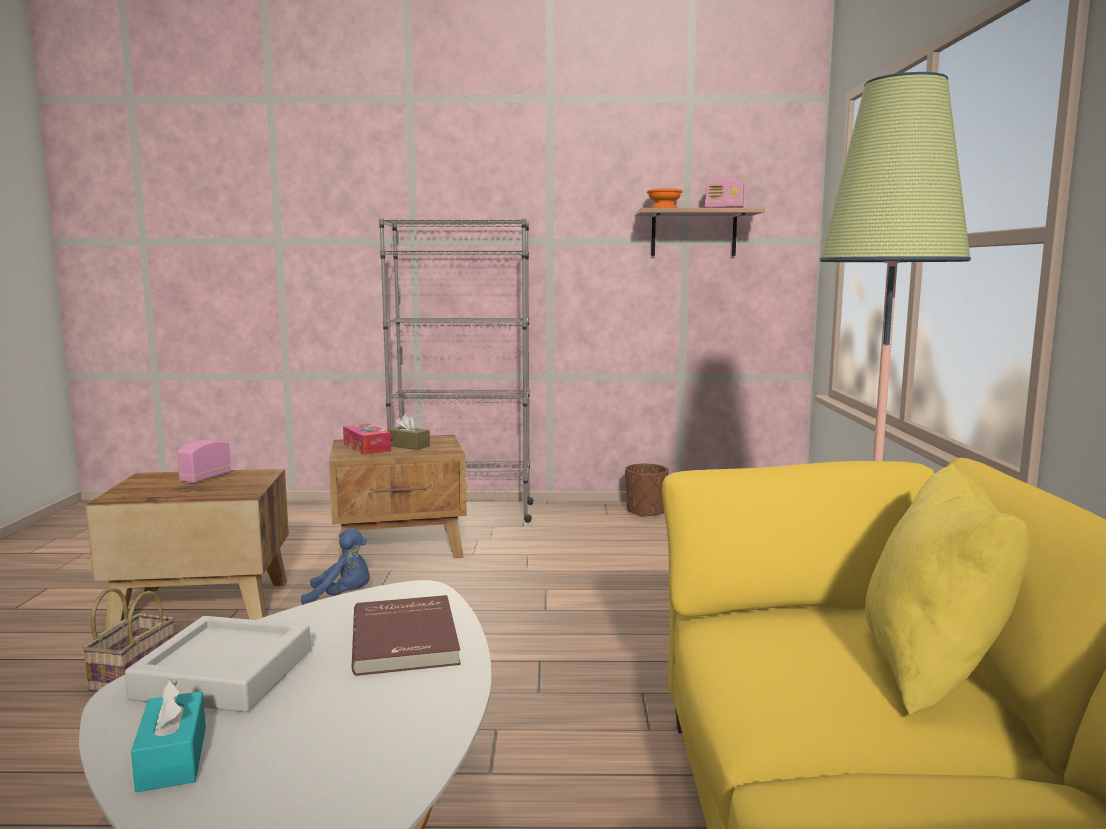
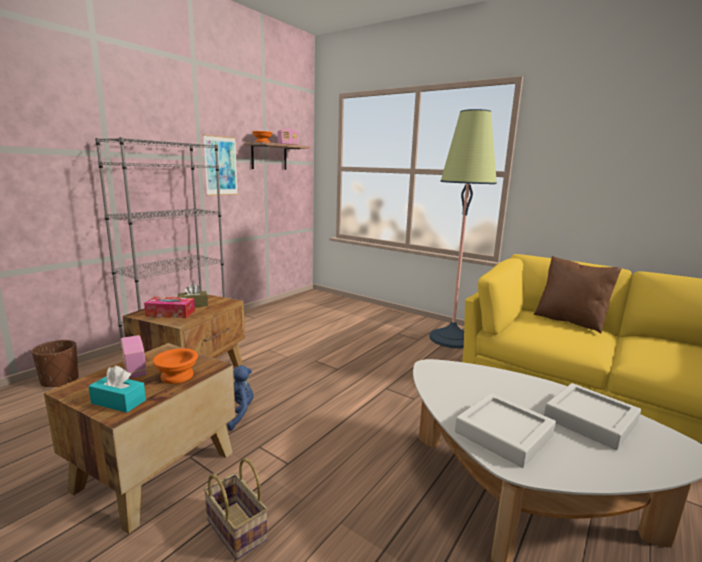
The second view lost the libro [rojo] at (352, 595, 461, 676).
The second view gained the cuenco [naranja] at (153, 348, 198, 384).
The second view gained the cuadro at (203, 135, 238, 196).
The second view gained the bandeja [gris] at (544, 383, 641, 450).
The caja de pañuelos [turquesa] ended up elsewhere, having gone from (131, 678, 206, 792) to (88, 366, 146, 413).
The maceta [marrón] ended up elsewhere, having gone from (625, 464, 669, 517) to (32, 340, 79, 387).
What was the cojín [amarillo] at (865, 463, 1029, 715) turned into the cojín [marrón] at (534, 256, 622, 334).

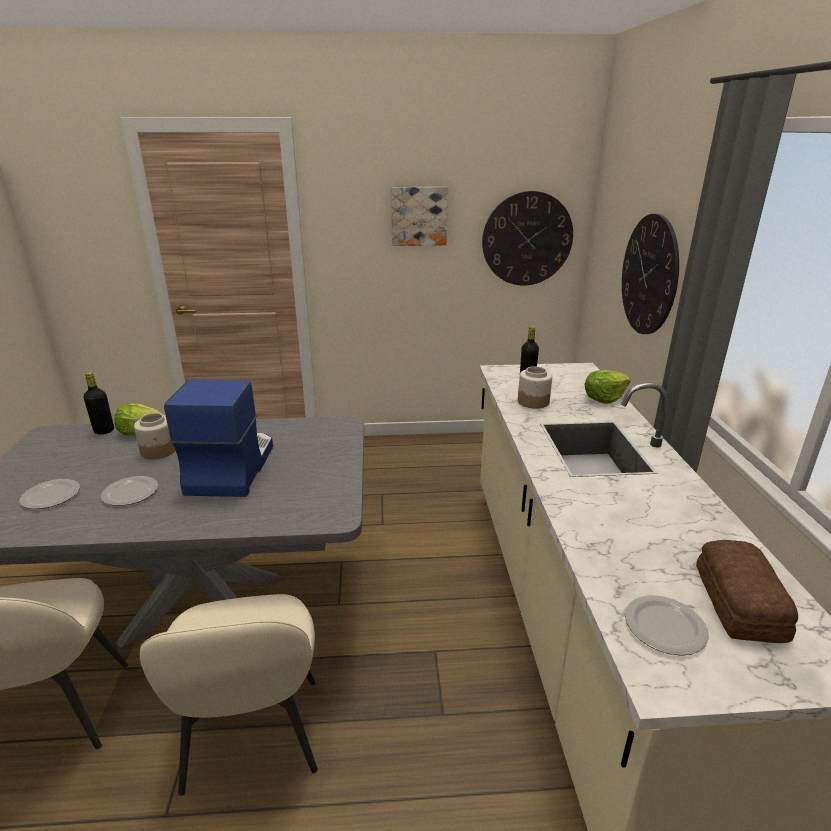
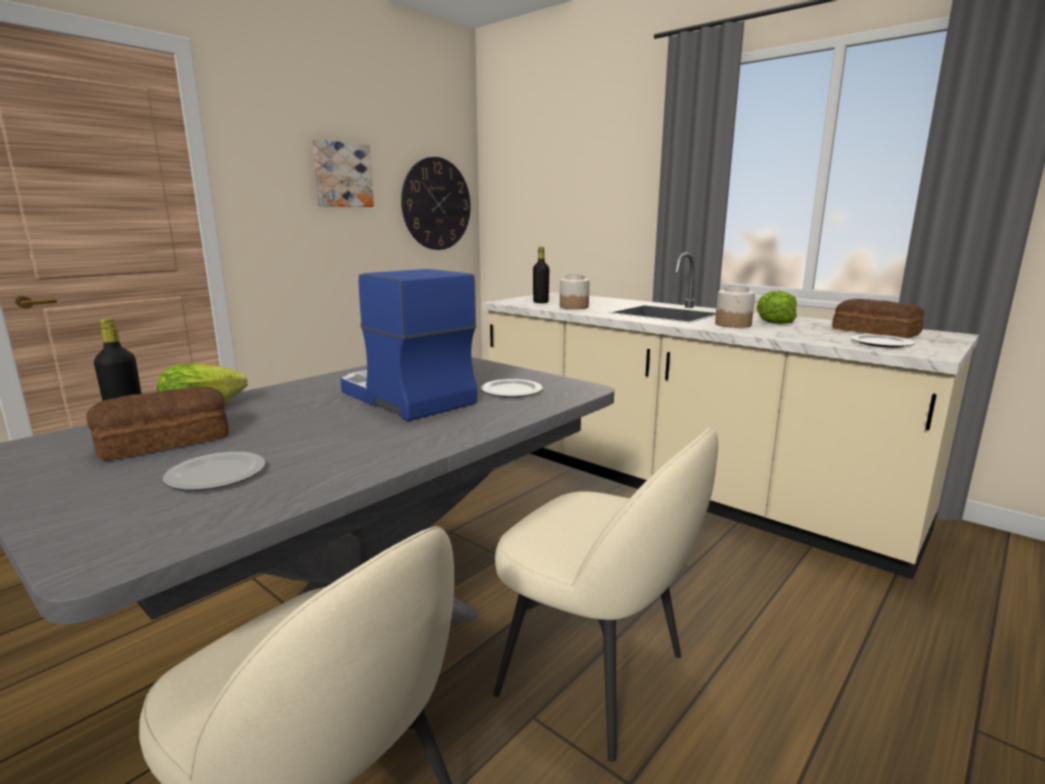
The second view lost the reloj de pared at (622, 214, 679, 334).
The second view gained the pan at (87, 386, 229, 461).
The plato ended up elsewhere, having gone from (101, 476, 158, 506) to (481, 379, 543, 398).
The tarro ended up elsewhere, having gone from (134, 413, 176, 459) to (715, 285, 755, 328).
The lechuga ended up elsewhere, having gone from (584, 370, 631, 404) to (757, 290, 797, 324).

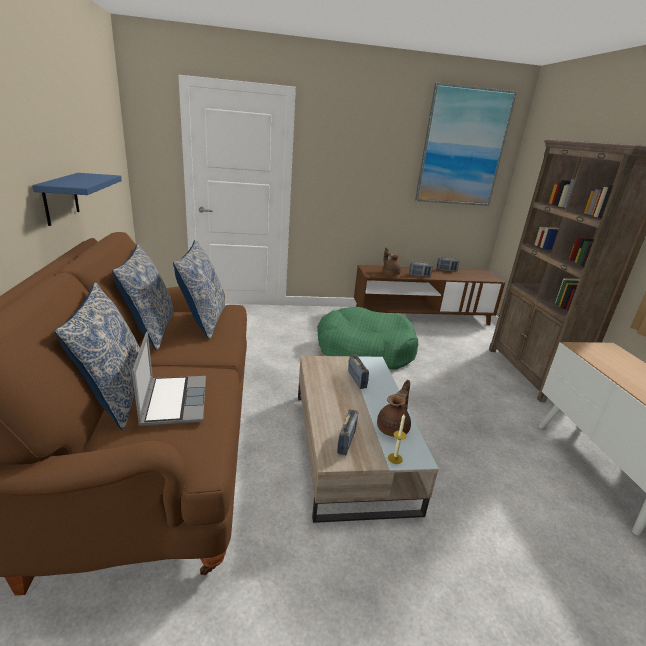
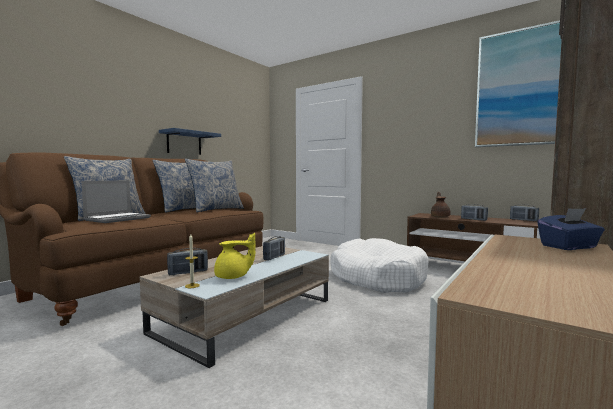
The second view gained the caja de pañuelos [azul] at (538, 208, 605, 250).
What was the cama para perro [verde] at (317, 307, 418, 370) turned into the cama para perro [blanco] at (331, 238, 429, 293).
What was the tetera [marrón] at (377, 380, 411, 437) turned into the tetera [amarillo] at (214, 233, 256, 279).

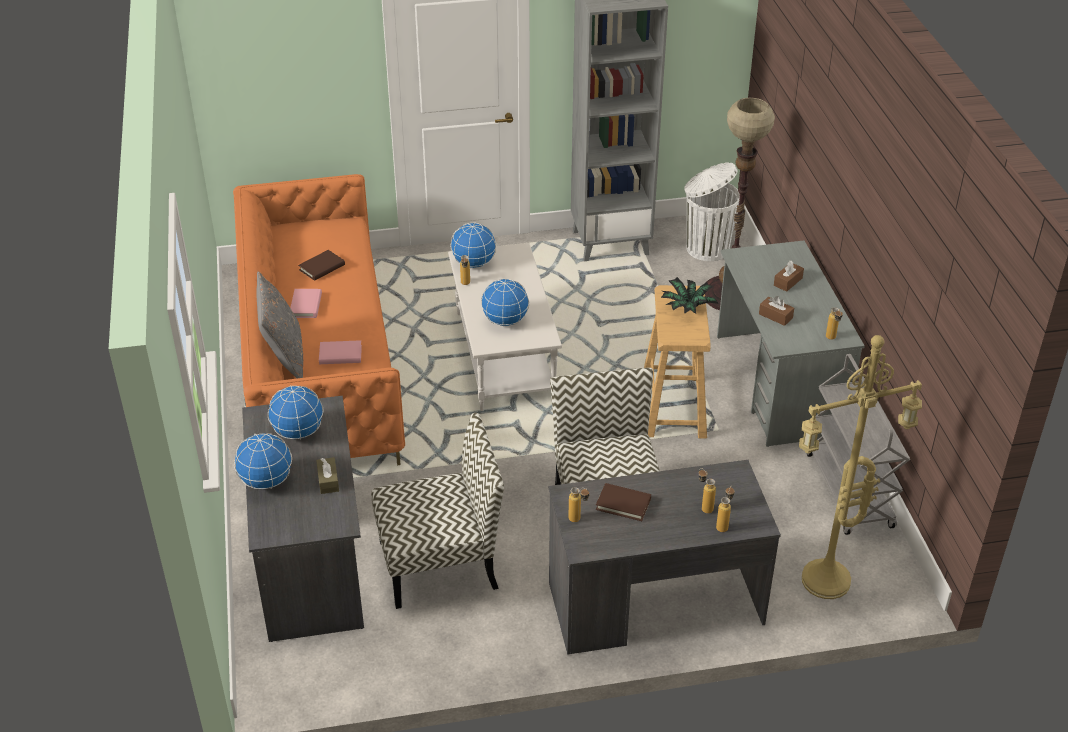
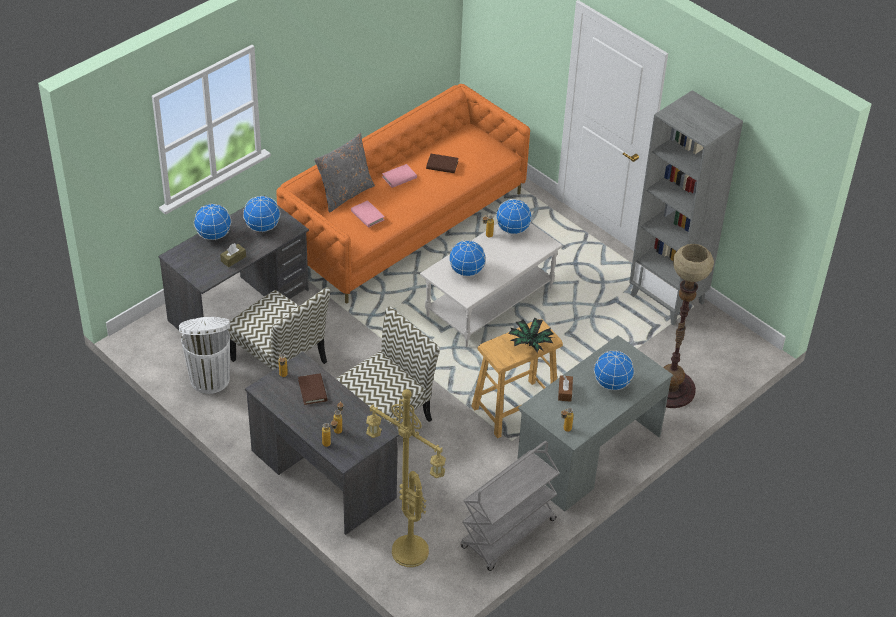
The papelera [blanco] ended up elsewhere, having gone from (684, 162, 740, 261) to (179, 317, 230, 394).
Where the caja de pañuelos [marrón] stood at (774, 261, 804, 292), the globo terráqueo came to stand at (594, 350, 634, 390).

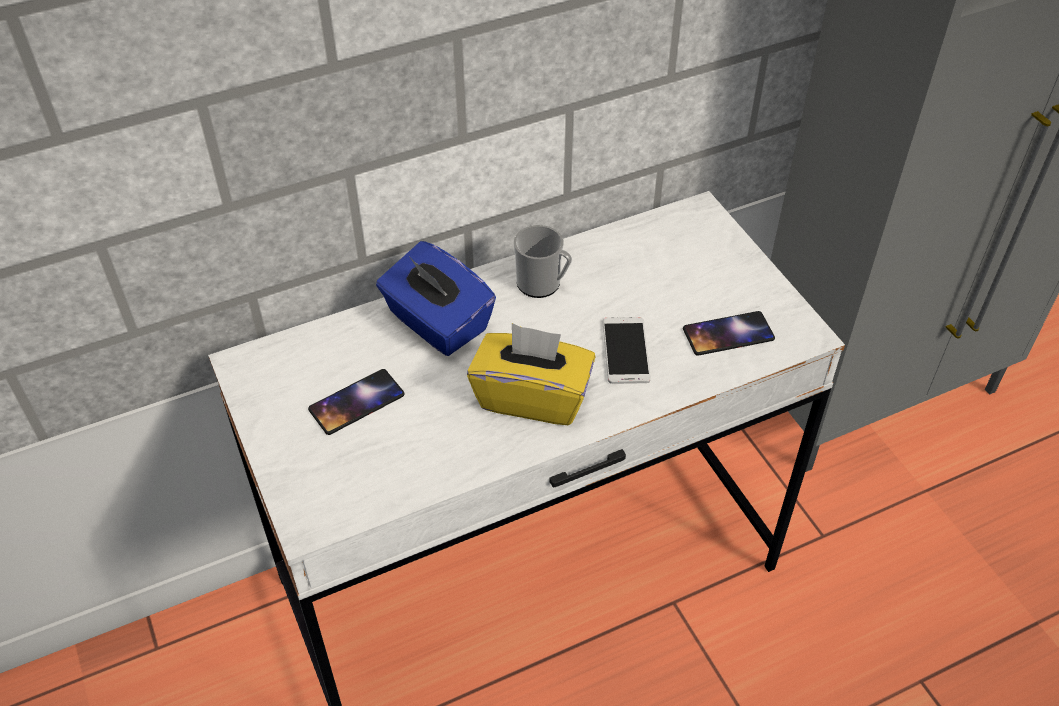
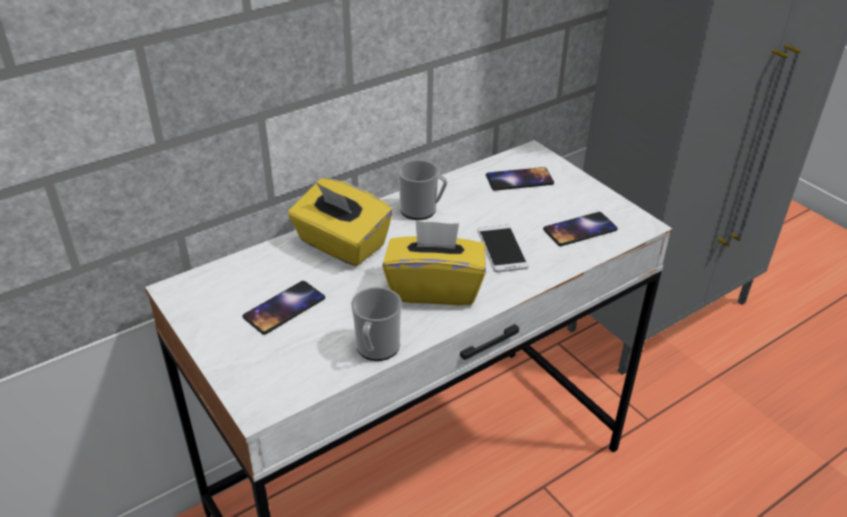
The second view gained the taza grande at (351, 287, 402, 361).
The second view gained the móvil at (486, 167, 554, 191).
What was the caja de pañuelos [azul] at (376, 241, 496, 356) turned into the caja de pañuelos [amarillo] at (288, 178, 393, 266).

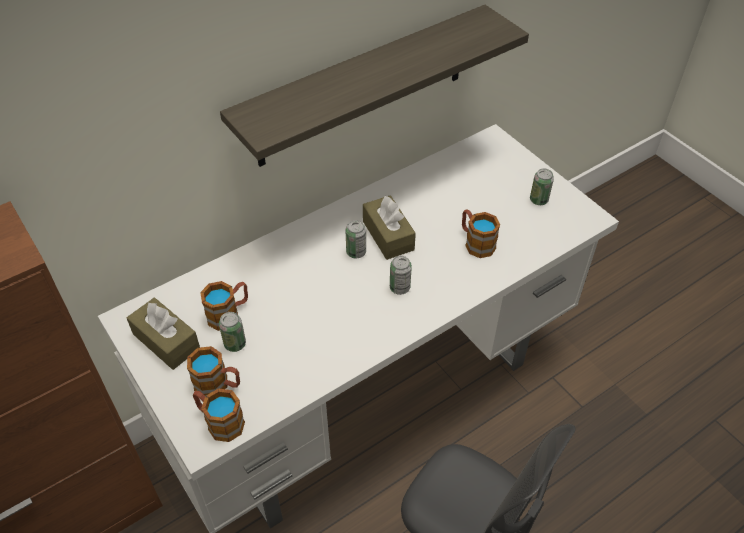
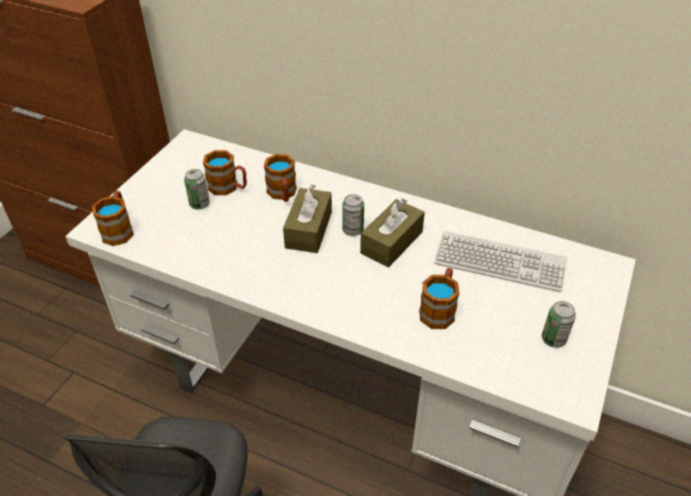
The second view lost the estante at (220, 5, 529, 167).
The second view lost the lata at (390, 256, 412, 295).
The second view gained the teclado at (434, 231, 567, 292).
The caja de pañuelos [marrón] ended up elsewhere, having gone from (127, 298, 200, 370) to (283, 185, 332, 253).
The taza grande ended up elsewhere, having gone from (187, 346, 240, 396) to (264, 154, 297, 202).

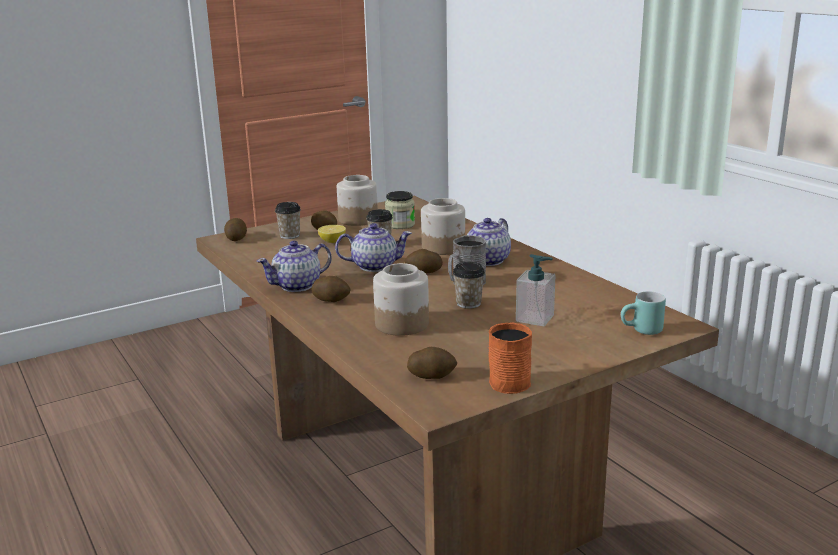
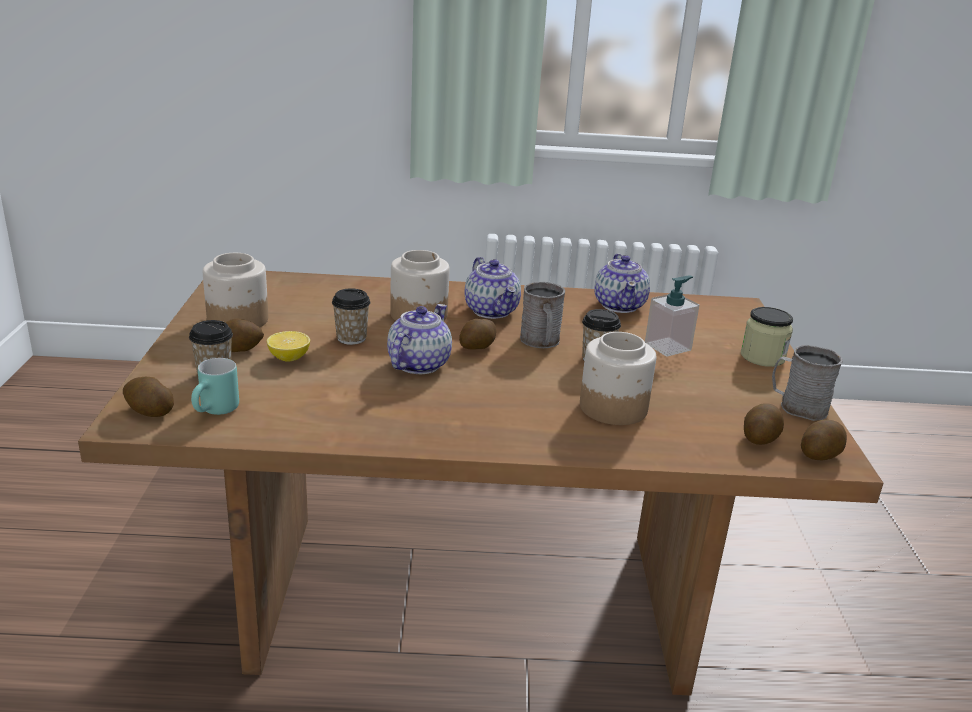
The tetera ended up elsewhere, having gone from (256, 241, 332, 292) to (594, 253, 650, 313).
The patata ended up elsewhere, having gone from (312, 276, 351, 302) to (801, 420, 847, 460).
The tarro ended up elsewhere, having gone from (385, 191, 415, 229) to (741, 307, 793, 367).
The taza grande [turquesa] ended up elsewhere, having gone from (621, 291, 666, 335) to (191, 358, 239, 415).
What was the taza grande [naranja] at (488, 322, 532, 394) turned into the taza grande [gris] at (772, 345, 843, 421).

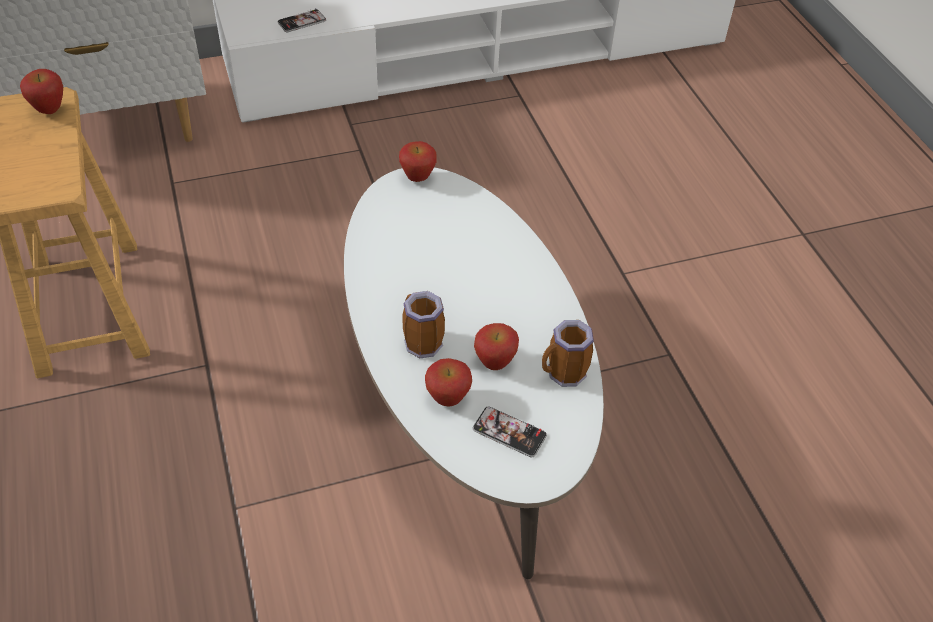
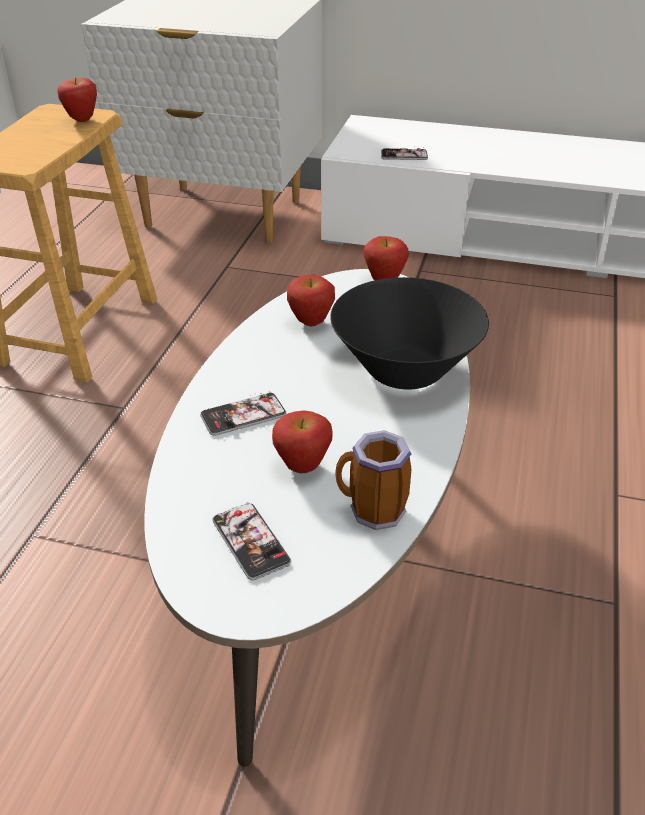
The second view gained the cuenco [negro] at (330, 277, 489, 390).
The manzana ended up elsewhere, having gone from (425, 358, 472, 407) to (287, 275, 335, 326).
Where the taza grande stood at (402, 291, 445, 358), the móvil came to stand at (200, 391, 286, 436).

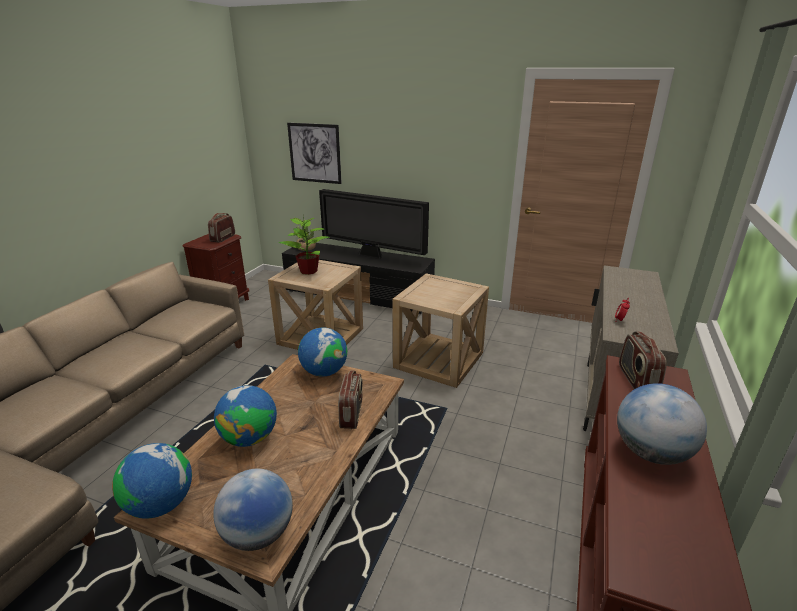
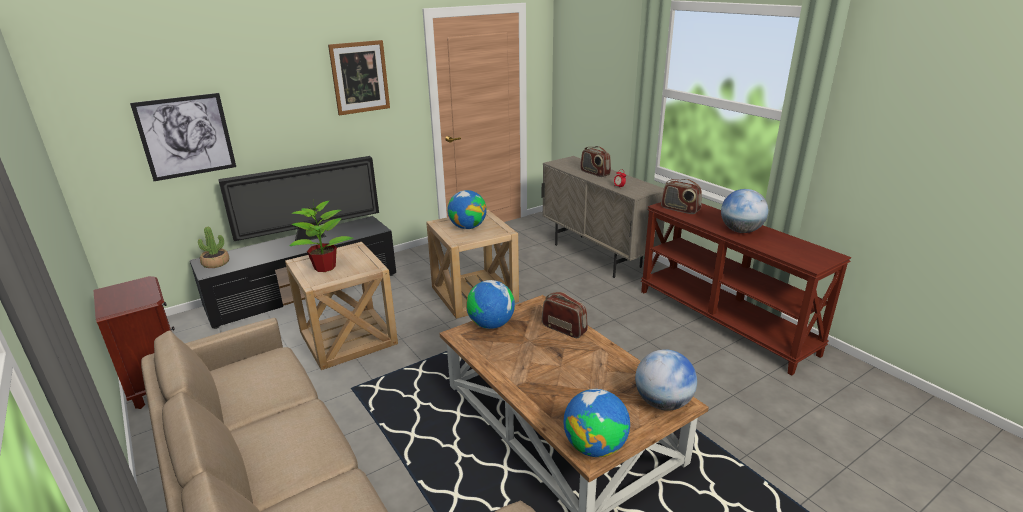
The second view gained the cuadro at (328, 40, 390, 115).
The radio ended up elsewhere, having gone from (208, 213, 235, 243) to (580, 146, 611, 177).
The globo terráqueo ended up elsewhere, having gone from (214, 385, 277, 447) to (447, 190, 487, 229).

